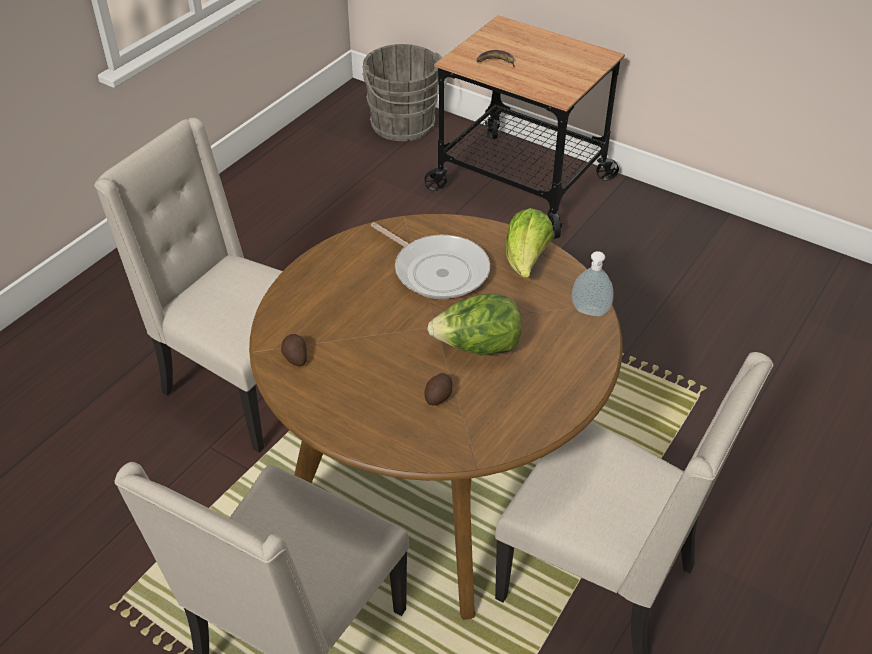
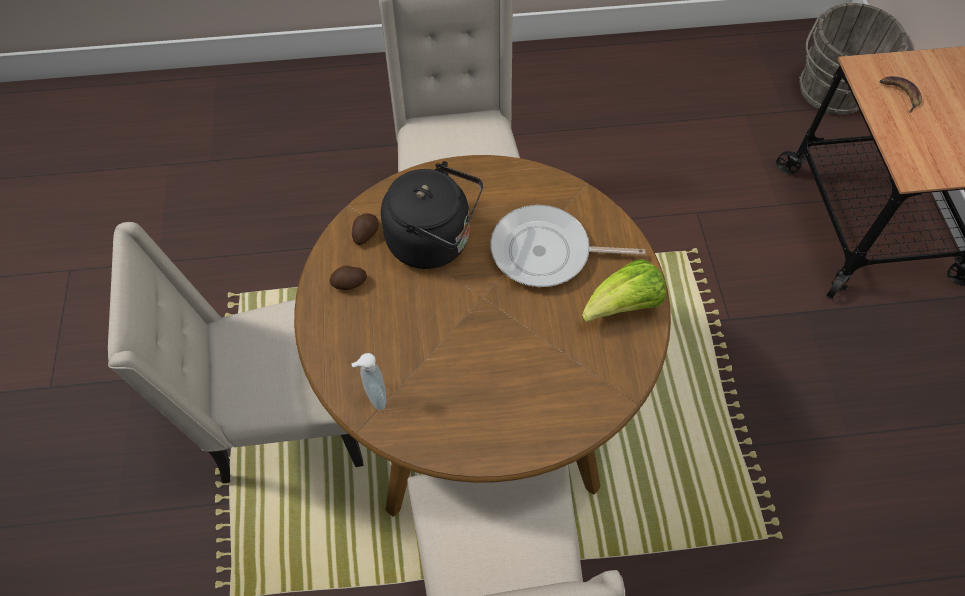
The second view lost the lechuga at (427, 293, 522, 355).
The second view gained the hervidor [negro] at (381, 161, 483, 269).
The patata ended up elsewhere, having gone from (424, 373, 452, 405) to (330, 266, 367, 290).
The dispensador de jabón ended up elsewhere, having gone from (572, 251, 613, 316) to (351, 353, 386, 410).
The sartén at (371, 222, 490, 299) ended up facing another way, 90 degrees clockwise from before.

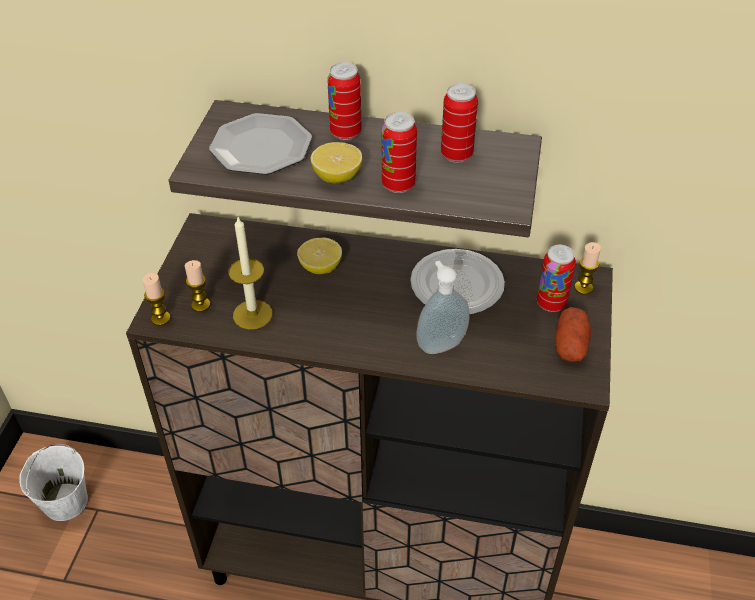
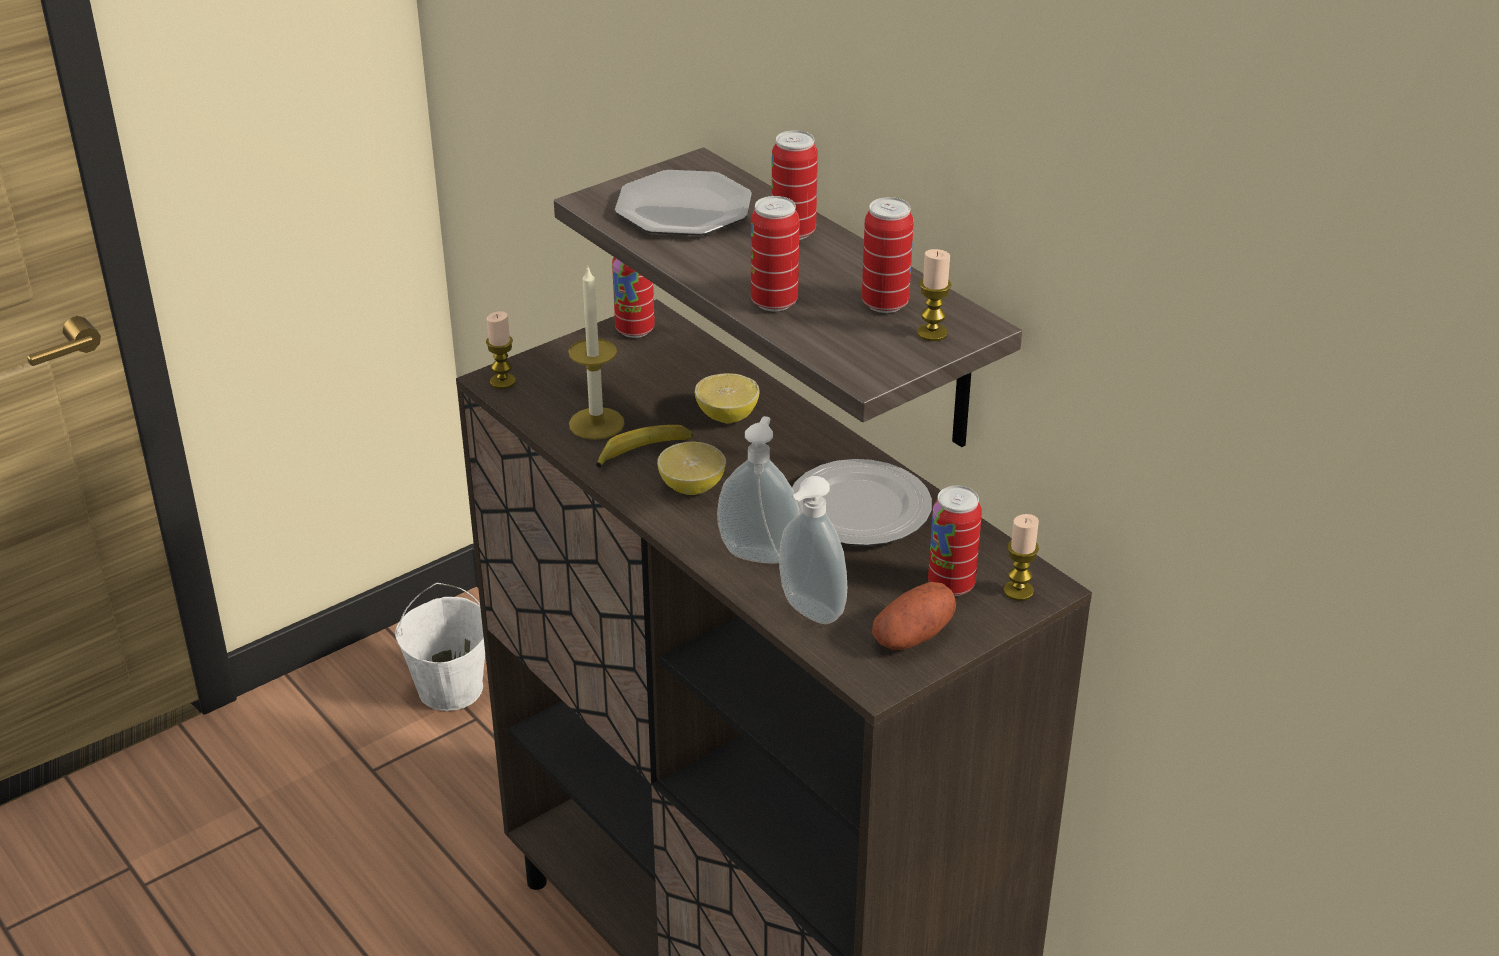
The second view gained the plátano at (596, 425, 693, 468).
The second view gained the lata at (612, 257, 655, 338).
The second view gained the dispensador de jabón at (779, 476, 847, 624).
The vela ended up elsewhere, having gone from (185, 260, 211, 312) to (917, 249, 951, 341).
The limón ended up elsewhere, having gone from (311, 142, 362, 183) to (657, 442, 726, 495).

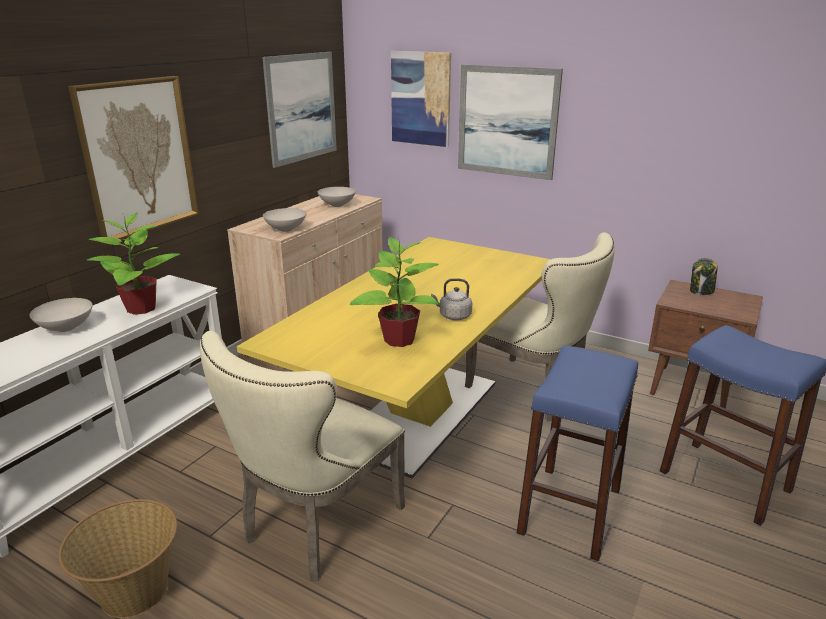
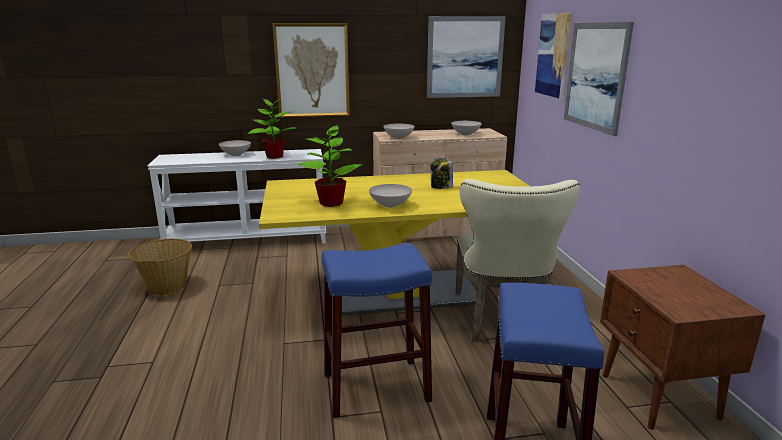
The second view lost the silla [beis] at (200, 331, 405, 581).
The tarro ended up elsewhere, having gone from (690, 258, 718, 295) to (431, 158, 453, 189).
Where the hervidor [gris] stood at (431, 278, 472, 320), the cuenco [blanco] came to stand at (369, 184, 412, 208).

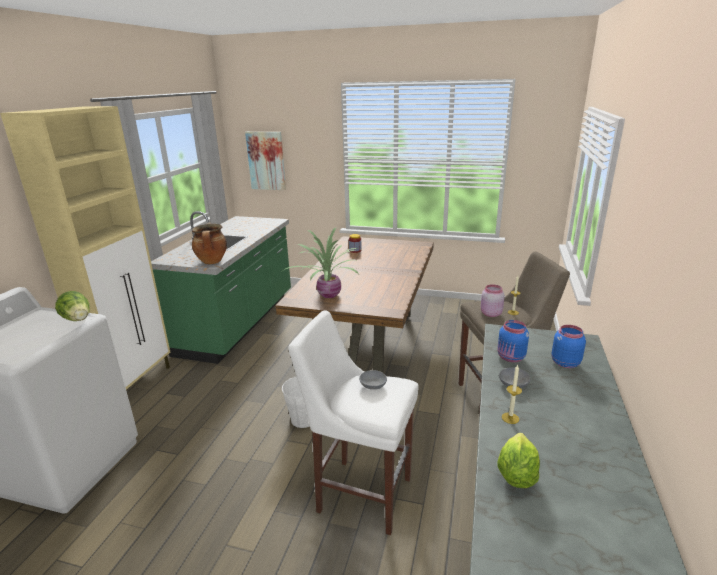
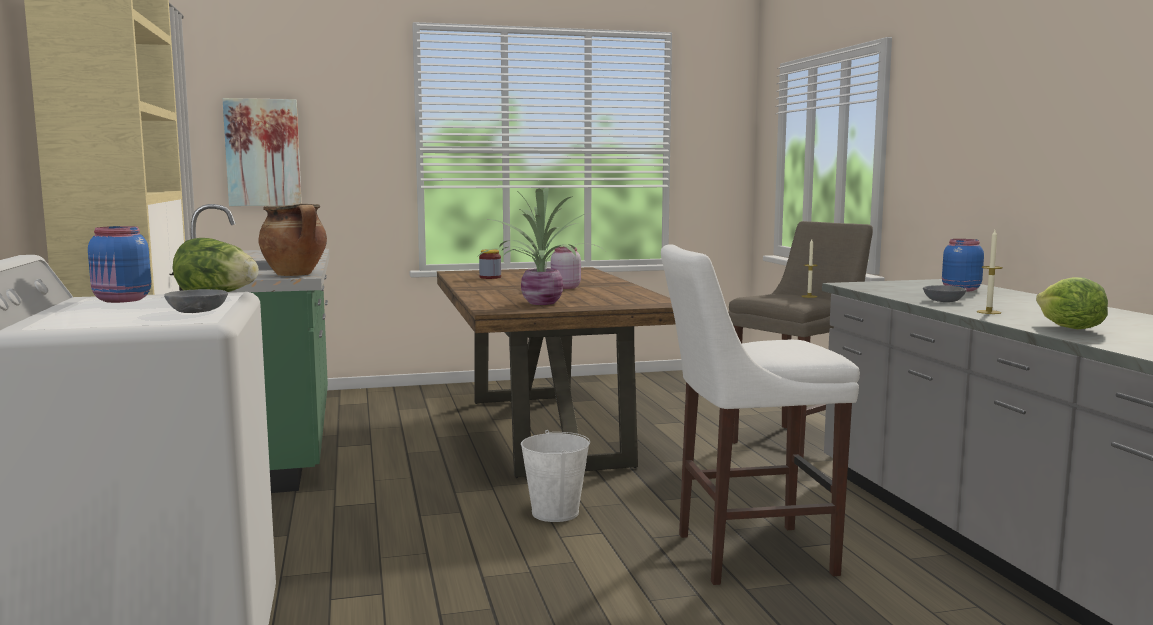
The cuenco [gris] ended up elsewhere, having gone from (359, 370, 387, 390) to (164, 289, 228, 313).
The tarro [rosa] ended up elsewhere, having gone from (481, 284, 505, 317) to (551, 247, 581, 289).
The tarro [azul] ended up elsewhere, having gone from (497, 320, 529, 362) to (88, 226, 151, 303).

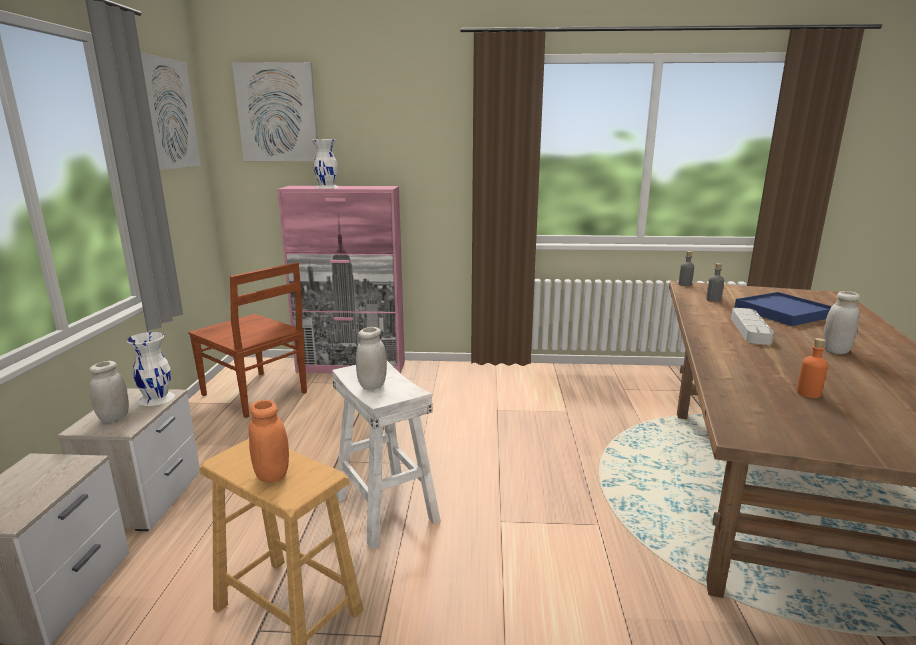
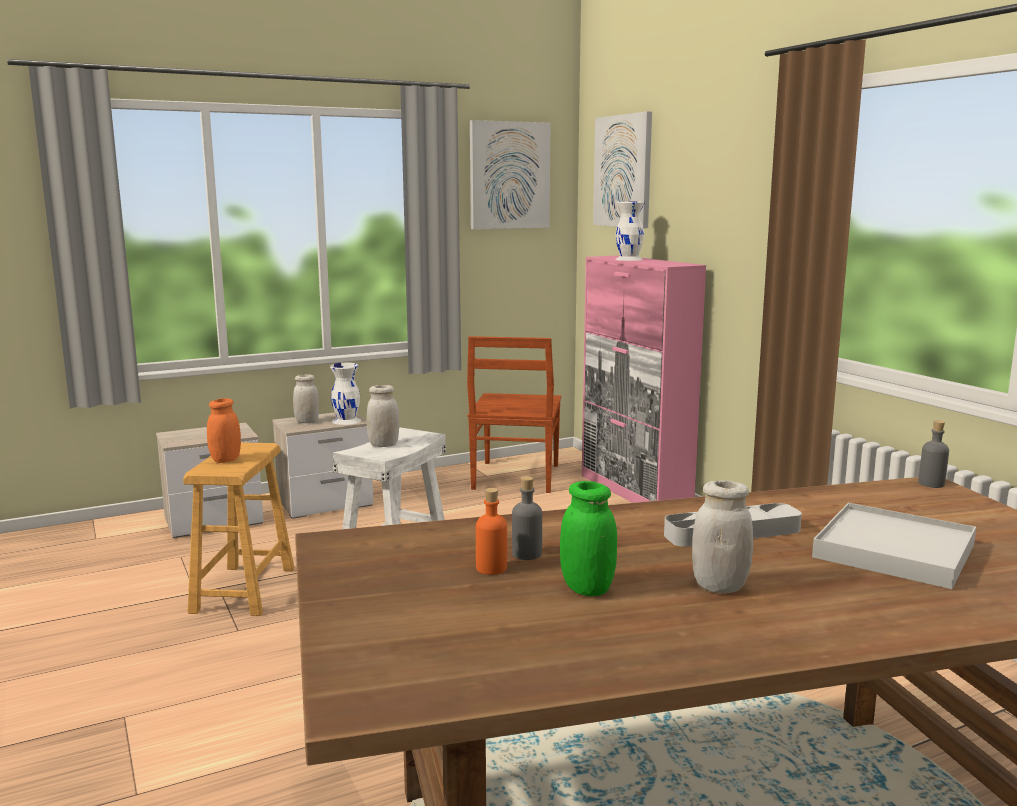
The second view gained the tarro [verde] at (560, 481, 617, 596).
The botella [gris] ended up elsewhere, having gone from (706, 263, 724, 302) to (512, 476, 542, 560).
What was the bandeja [azul] at (734, 292, 832, 326) turned into the bandeja [blanco] at (812, 503, 976, 589).

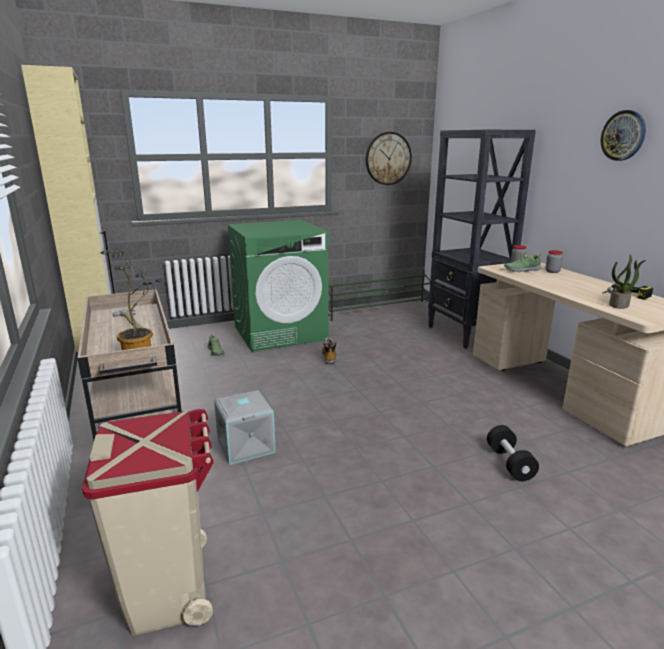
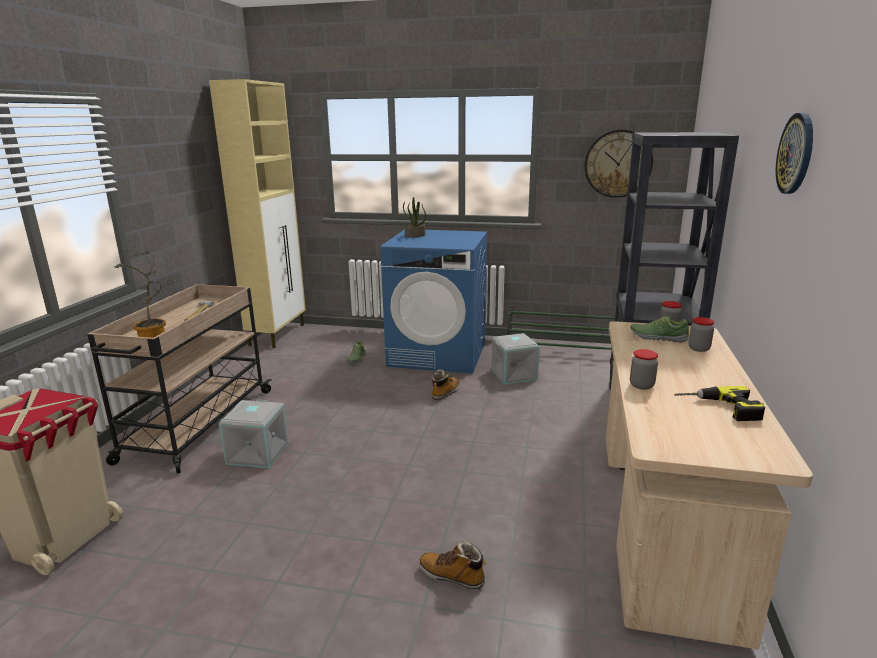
The second view gained the caja de almacenaje [gris] at (491, 333, 540, 385).
The second view gained the tarro at (630, 349, 658, 390).
The planta en maceta ended up elsewhere, having gone from (609, 254, 646, 309) to (403, 197, 426, 237).
Where the mancuerna [negro] stood at (487, 425, 539, 481), the bota came to stand at (419, 540, 486, 590).
What was the lavadora [verde] at (227, 220, 329, 352) turned into the lavadora [azul] at (380, 230, 487, 374).

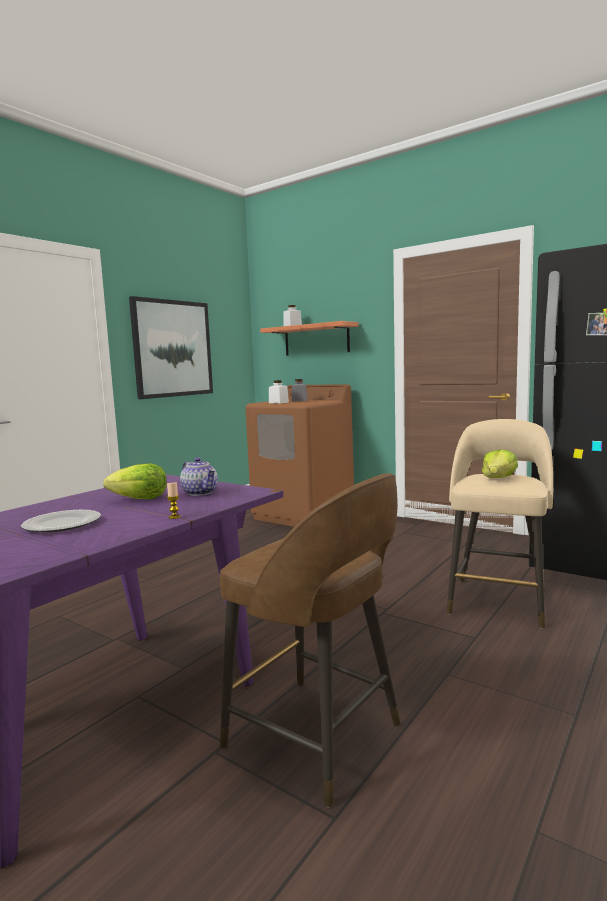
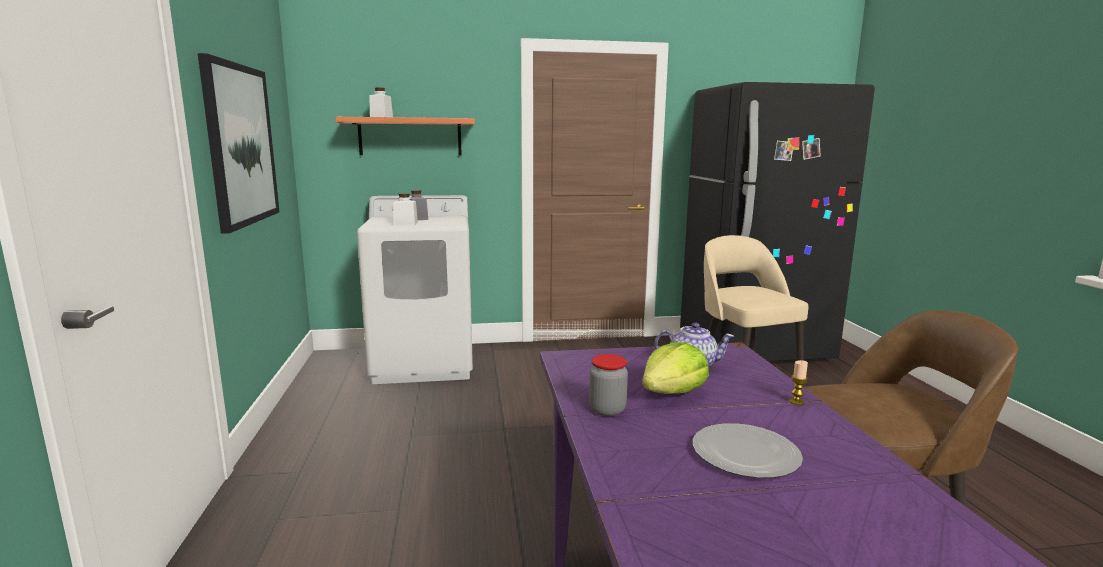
The second view lost the lechuga at (482, 449, 518, 478).
The second view gained the tarro at (589, 354, 628, 416).
What was the lavadora [marrón] at (245, 384, 354, 527) turned into the lavadora [blanco] at (357, 195, 473, 384).

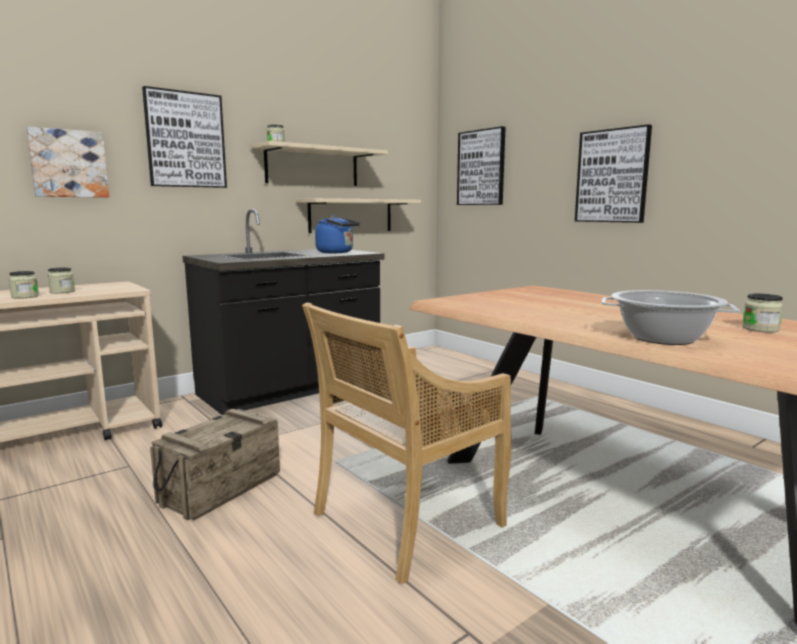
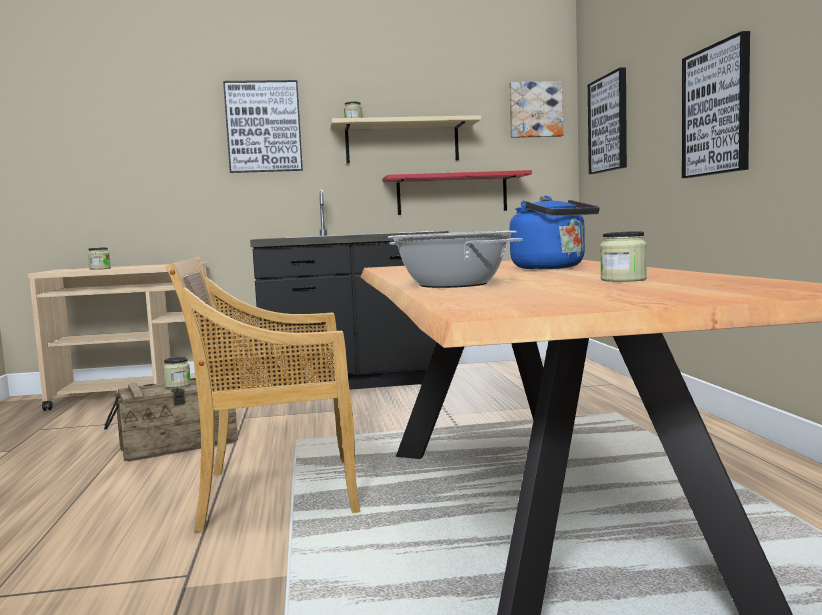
The cuadro ended up elsewhere, having gone from (26, 127, 109, 198) to (509, 81, 563, 138).
The tarro ended up elsewhere, having gone from (47, 267, 75, 293) to (163, 357, 191, 388).
The hervidor [azul] ended up elsewhere, having gone from (315, 215, 360, 253) to (509, 196, 600, 269).
What was the estante [beis] at (296, 198, 421, 233) turned into the estante [rojo] at (383, 170, 532, 215).

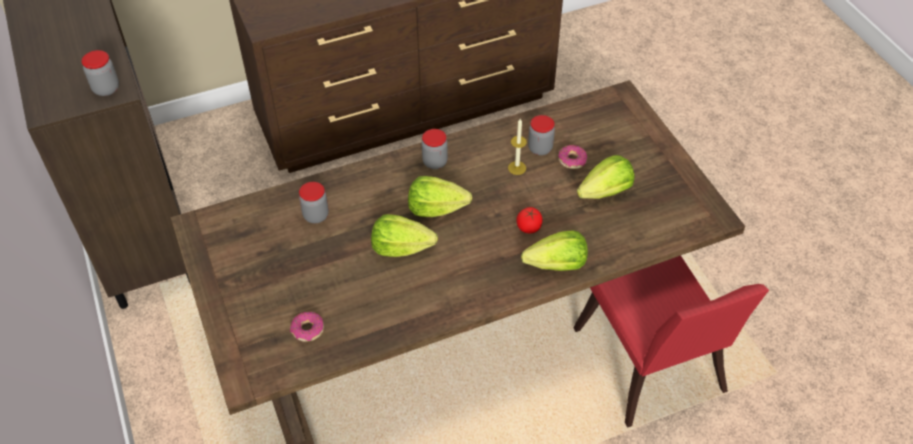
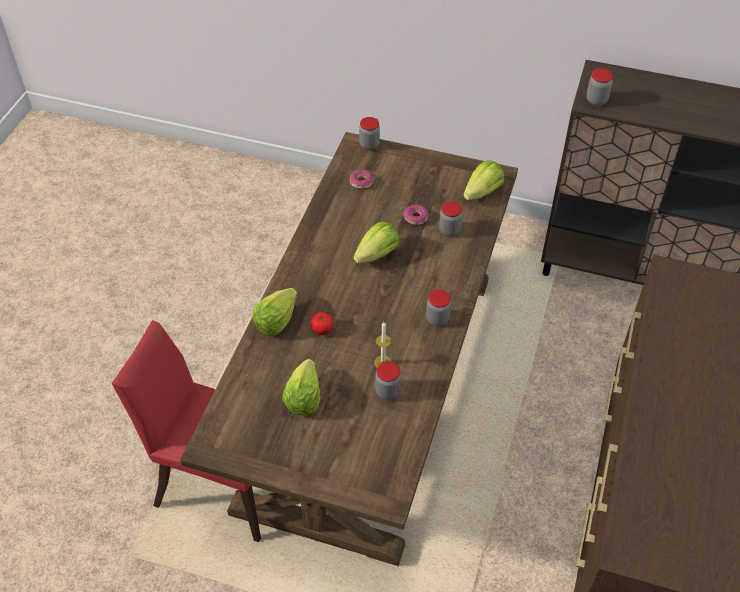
The second view gained the tarro at (359, 117, 380, 150).
The lechuga ended up elsewhere, having gone from (408, 176, 472, 217) to (463, 160, 504, 200).
The rosquilla ended up elsewhere, having gone from (558, 145, 587, 169) to (403, 204, 429, 225).

